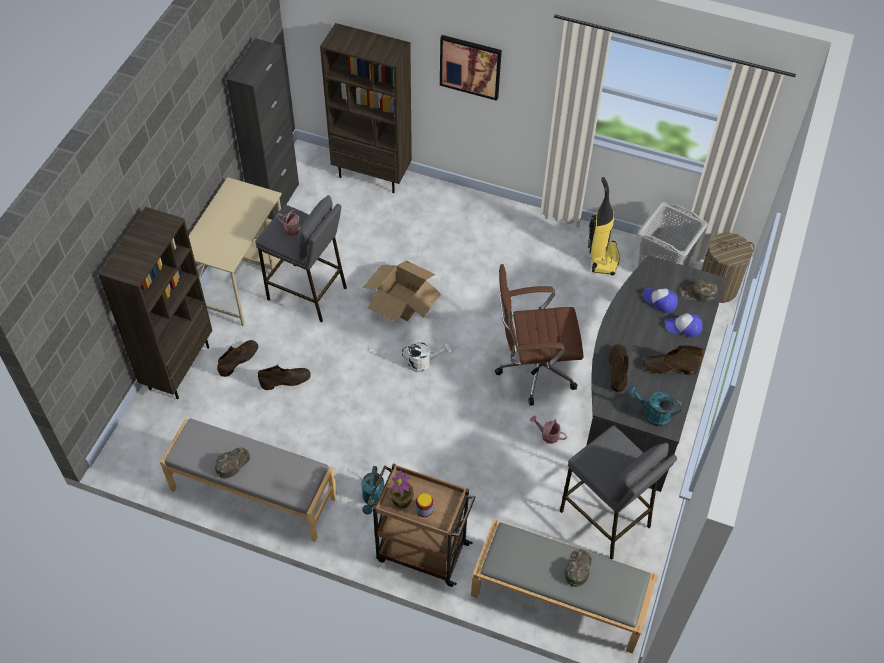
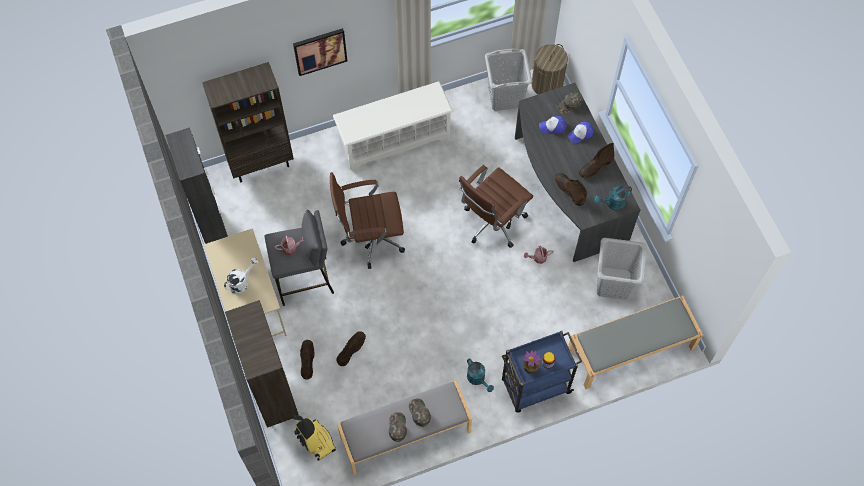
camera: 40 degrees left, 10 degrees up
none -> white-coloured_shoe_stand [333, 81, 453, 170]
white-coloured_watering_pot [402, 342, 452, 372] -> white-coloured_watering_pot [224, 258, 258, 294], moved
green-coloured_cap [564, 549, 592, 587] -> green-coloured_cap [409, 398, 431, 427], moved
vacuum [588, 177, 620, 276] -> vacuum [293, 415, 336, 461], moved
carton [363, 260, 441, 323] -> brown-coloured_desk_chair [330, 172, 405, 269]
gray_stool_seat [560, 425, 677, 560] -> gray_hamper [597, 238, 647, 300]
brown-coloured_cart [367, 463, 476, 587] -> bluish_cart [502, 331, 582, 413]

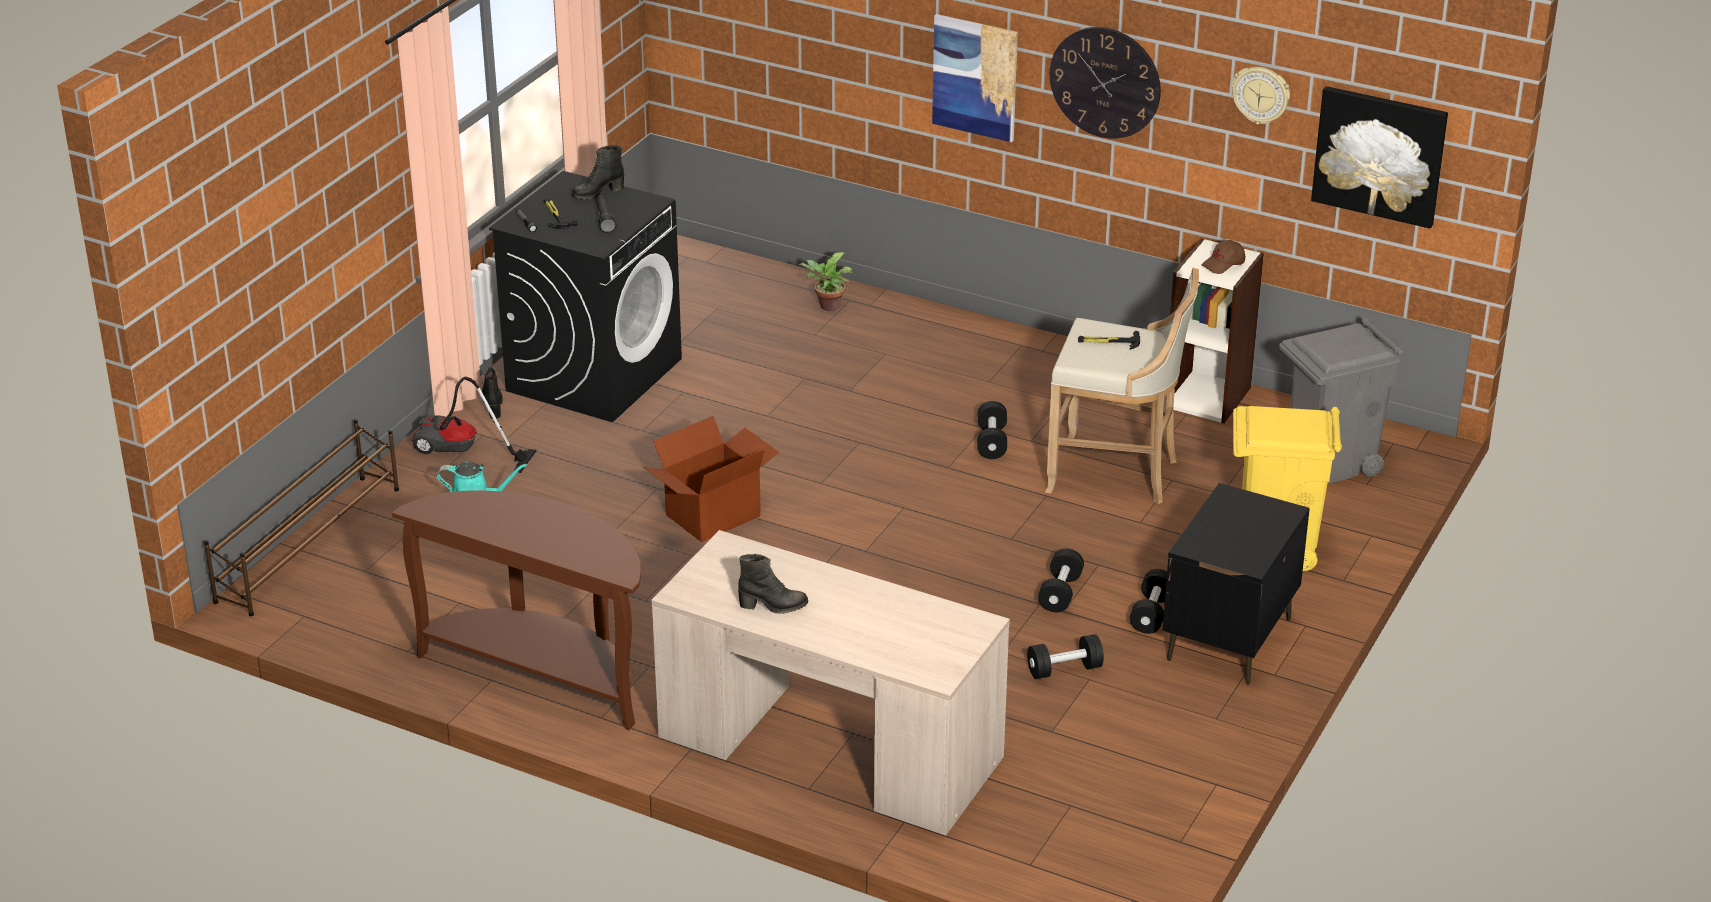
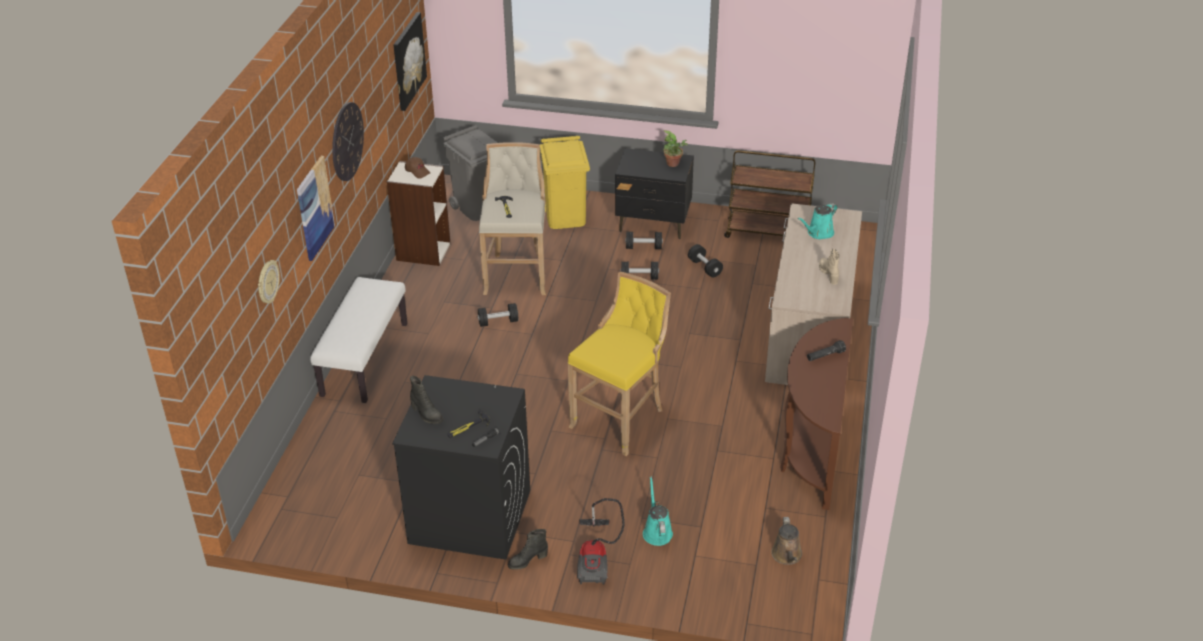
camera: 105 degrees left, 5 degrees up
brown-coloured_shoe_stand [204, 419, 399, 616] -> none
none -> white-coloured_indoor_bench [310, 277, 407, 403]
none -> brown-coloured_cart [724, 150, 815, 238]
none -> brown-coloured_watering_pot [771, 517, 802, 565]
none -> turquoise-coloured_watering_pot [797, 203, 837, 239]
blackish_flashlight [596, 195, 616, 233] -> blackish_flashlight [807, 340, 846, 361], moved
houseplant [799, 252, 853, 311] -> houseplant [662, 130, 688, 167], moved
hanging_clock [1232, 67, 1290, 124] -> hanging_clock [258, 260, 280, 304], moved
carton [644, 416, 779, 542] -> yellow_stool_seat [568, 272, 671, 456]
blackish_tall_boot [738, 554, 808, 614] -> sand-coloured_tall_boot [819, 249, 839, 285]

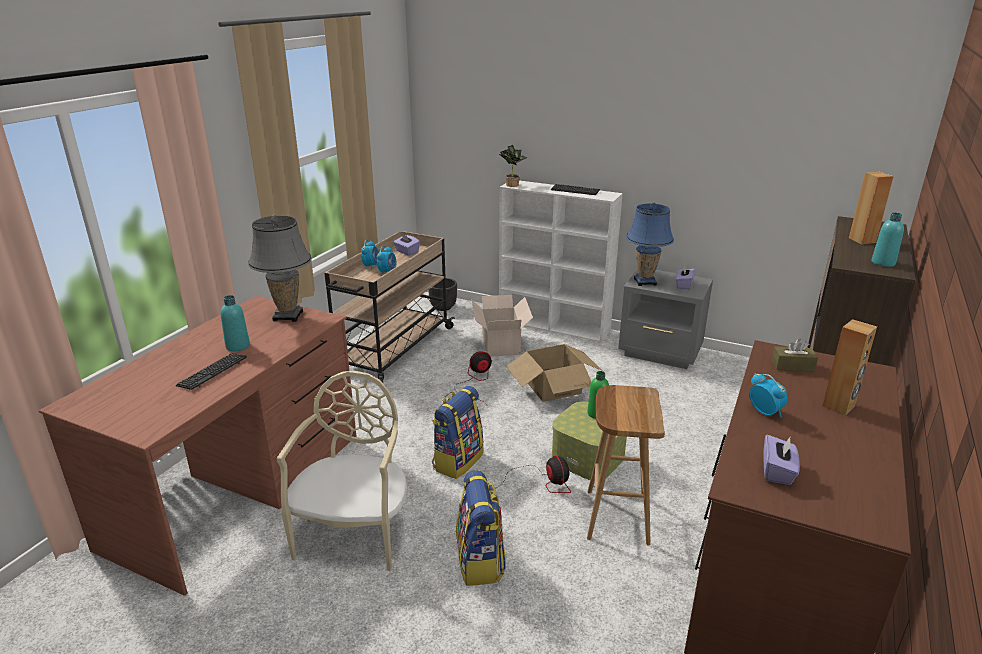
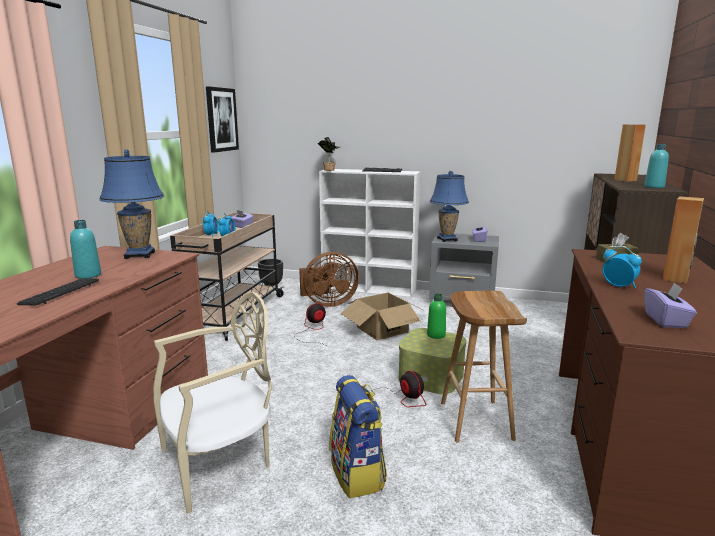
camera: 10 degrees left, 10 degrees down
knapsack [432, 386, 484, 479] -> none
none -> wall_picture [206, 87, 239, 153]
carton [471, 295, 533, 357] -> brown-coloured_electric_fan [299, 252, 359, 307]
gray_tabletop_lamp [248, 215, 312, 322] -> bluish_tabletop_lamp [99, 149, 164, 259]
sand-coloured_upright_chair [277, 371, 407, 571] -> sand-coloured_upright_chair [153, 292, 272, 514], 60 degrees clockwise

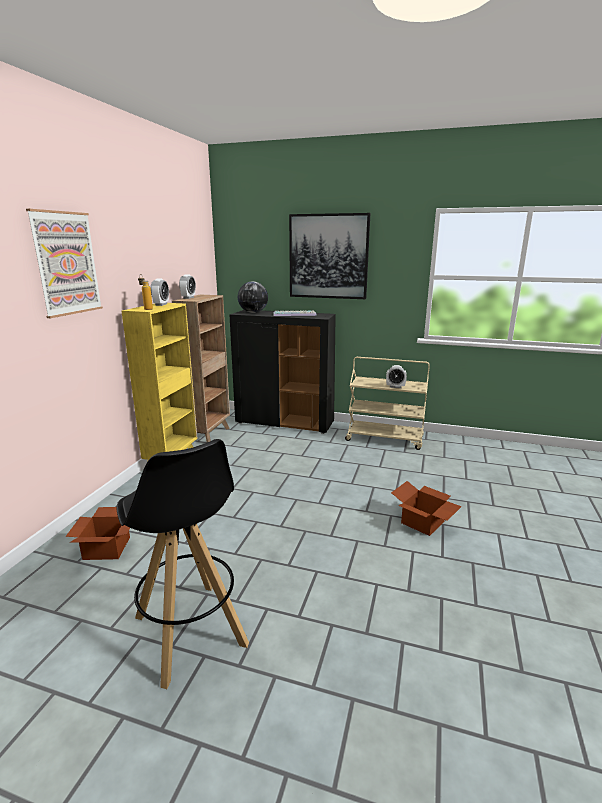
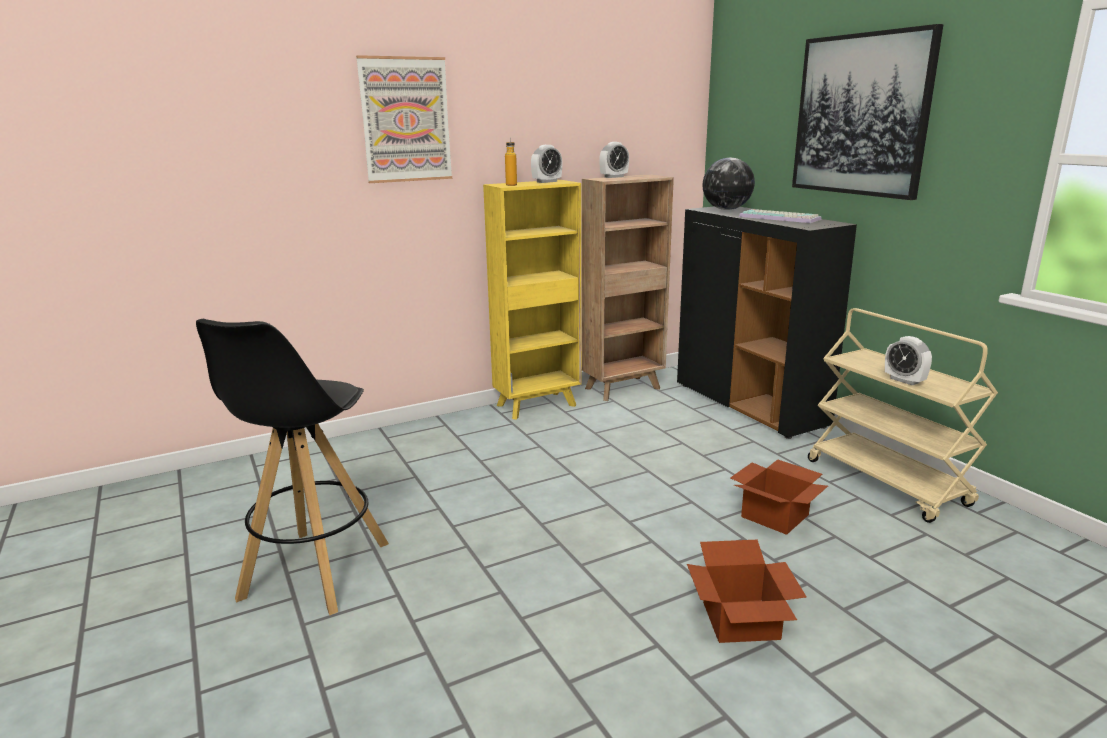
camera: 45 degrees right, 0 degrees up
carton [66, 507, 130, 560] -> carton [730, 459, 828, 535], moved

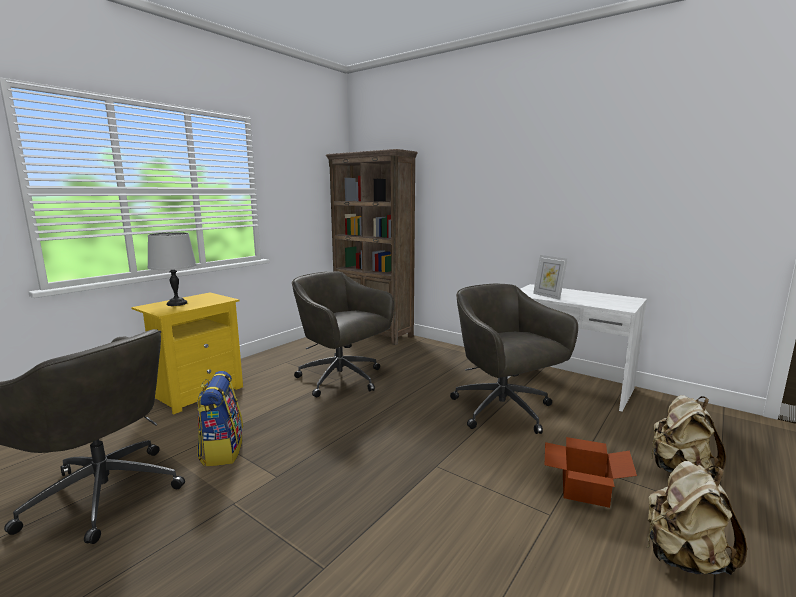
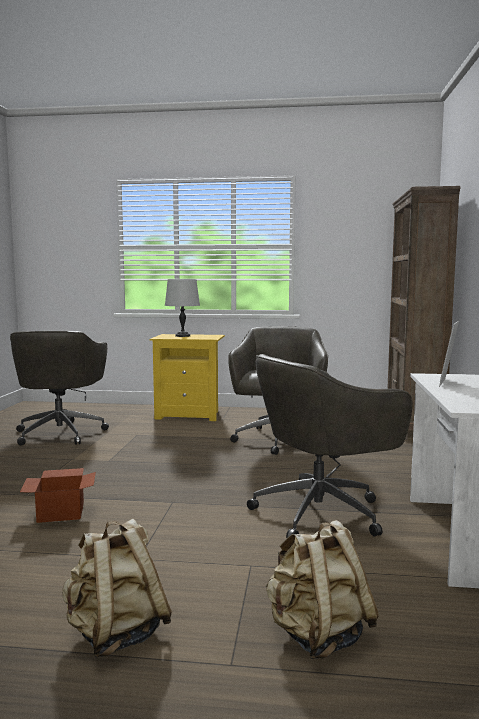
camera: 60 degrees right, 5 degrees down
knapsack [197, 371, 243, 466] -> none
carton [545, 437, 637, 508] -> carton [20, 468, 96, 523], moved
gray_desk_chair [450, 284, 578, 434] -> gray_desk_chair [247, 354, 412, 538], 150 degrees counterclockwise

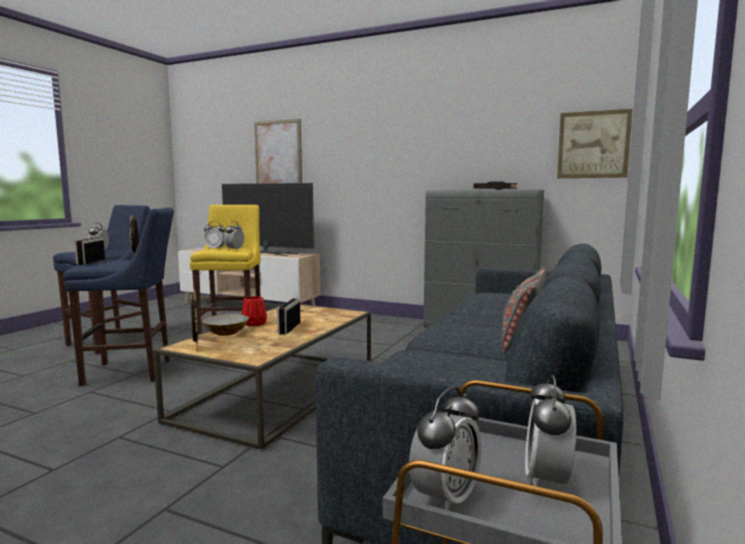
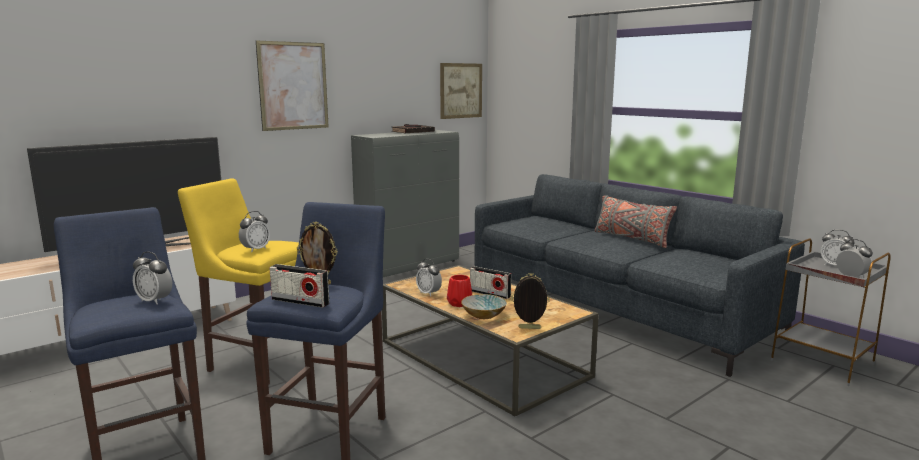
camera: 65 degrees left, 5 degrees up
bedside_clock [225, 222, 244, 250] -> bedside_clock [416, 259, 442, 296], moved
wall_picture [254, 119, 302, 183] -> wall_picture [256, 40, 329, 131], moved

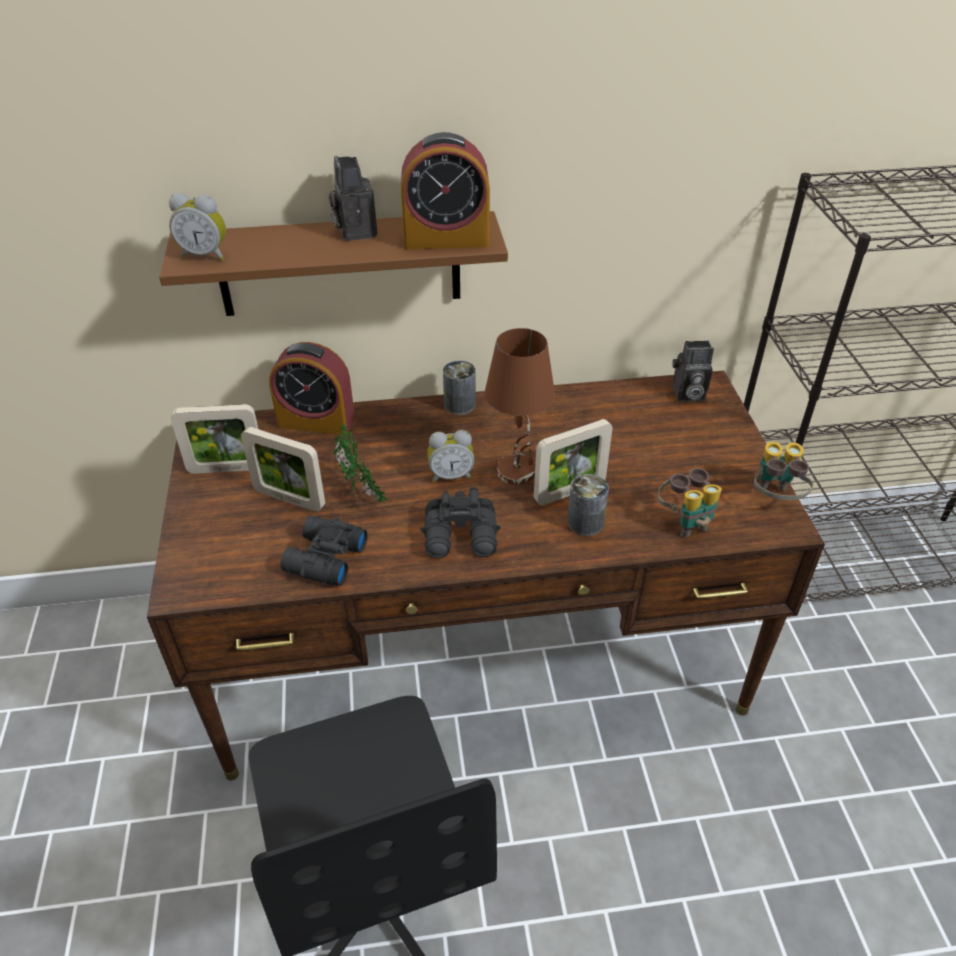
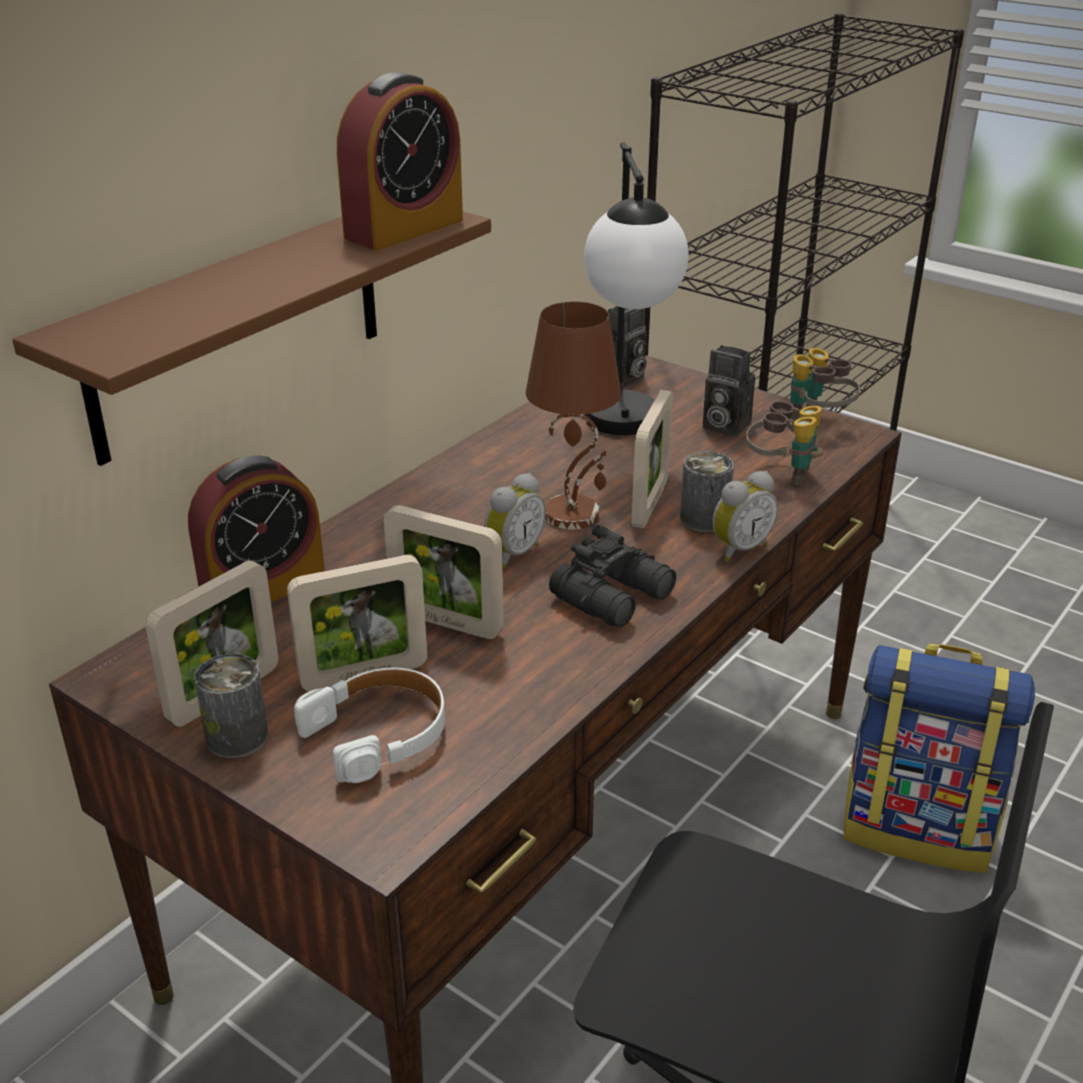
camera: 45 degrees left, 10 degrees down
blackish_binoculars [280, 516, 368, 586] -> none
none -> white-coloured_headphones [294, 668, 445, 783]
none -> tabletop_lamp [584, 142, 689, 435]
none -> knapsack [843, 644, 1035, 873]
bedside_clock [169, 193, 226, 261] -> bedside_clock [712, 471, 778, 562], moved
still_camera [329, 155, 377, 241] -> still_camera [703, 345, 755, 437], moved
sealed_can [443, 361, 476, 415] -> sealed_can [194, 654, 269, 758], moved
houseplant [334, 423, 389, 505] -> standing_frame [384, 505, 503, 639]

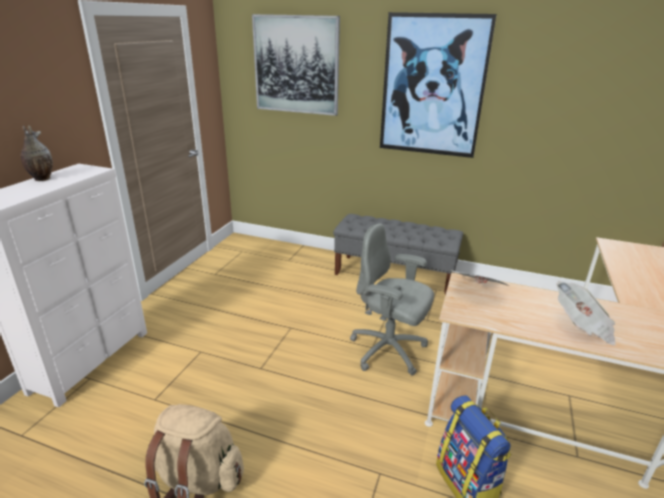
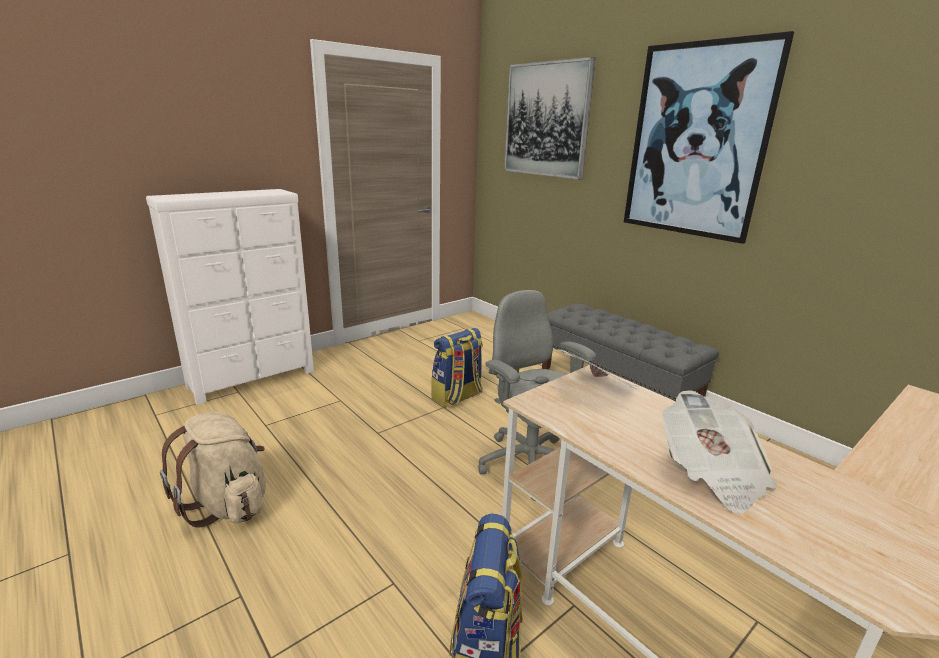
camera: 30 degrees right, 5 degrees down
flower_vase [21, 125, 53, 181] -> none
none -> knapsack [431, 328, 483, 407]

